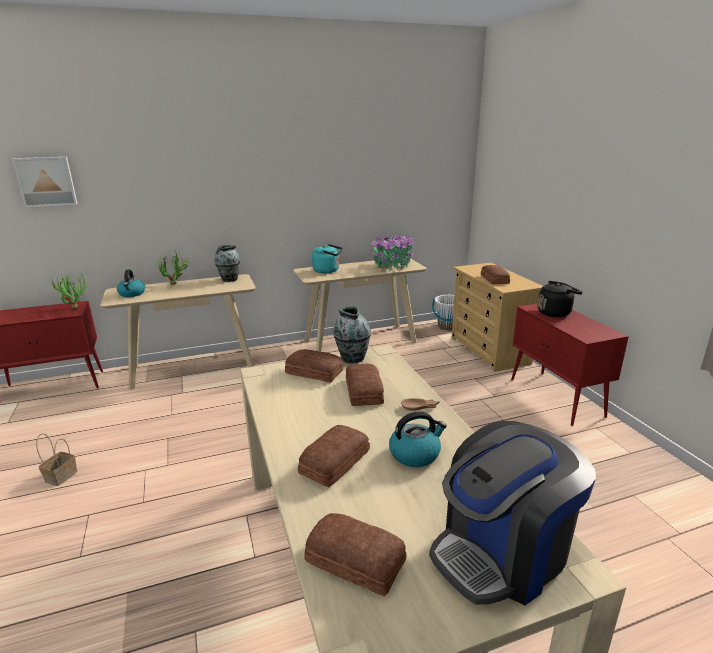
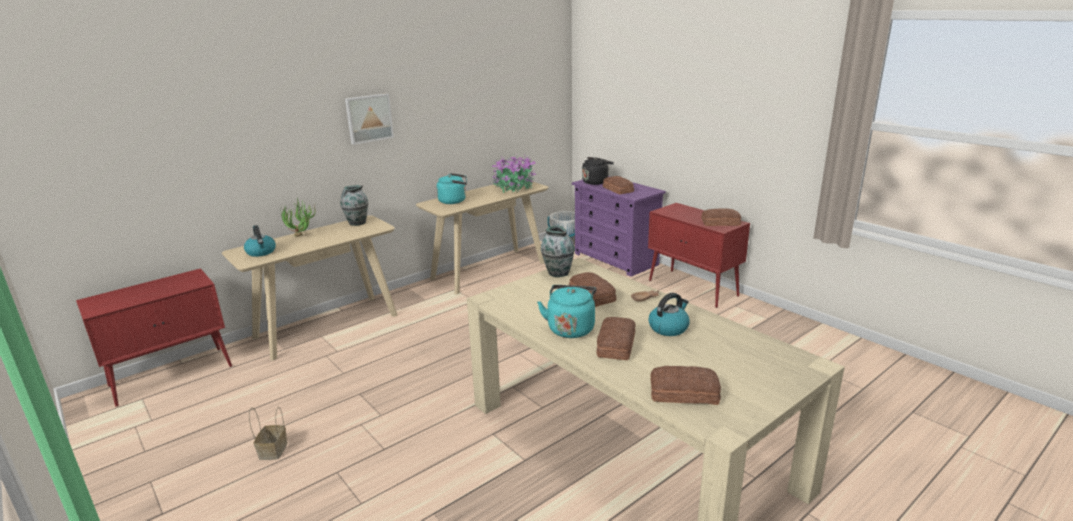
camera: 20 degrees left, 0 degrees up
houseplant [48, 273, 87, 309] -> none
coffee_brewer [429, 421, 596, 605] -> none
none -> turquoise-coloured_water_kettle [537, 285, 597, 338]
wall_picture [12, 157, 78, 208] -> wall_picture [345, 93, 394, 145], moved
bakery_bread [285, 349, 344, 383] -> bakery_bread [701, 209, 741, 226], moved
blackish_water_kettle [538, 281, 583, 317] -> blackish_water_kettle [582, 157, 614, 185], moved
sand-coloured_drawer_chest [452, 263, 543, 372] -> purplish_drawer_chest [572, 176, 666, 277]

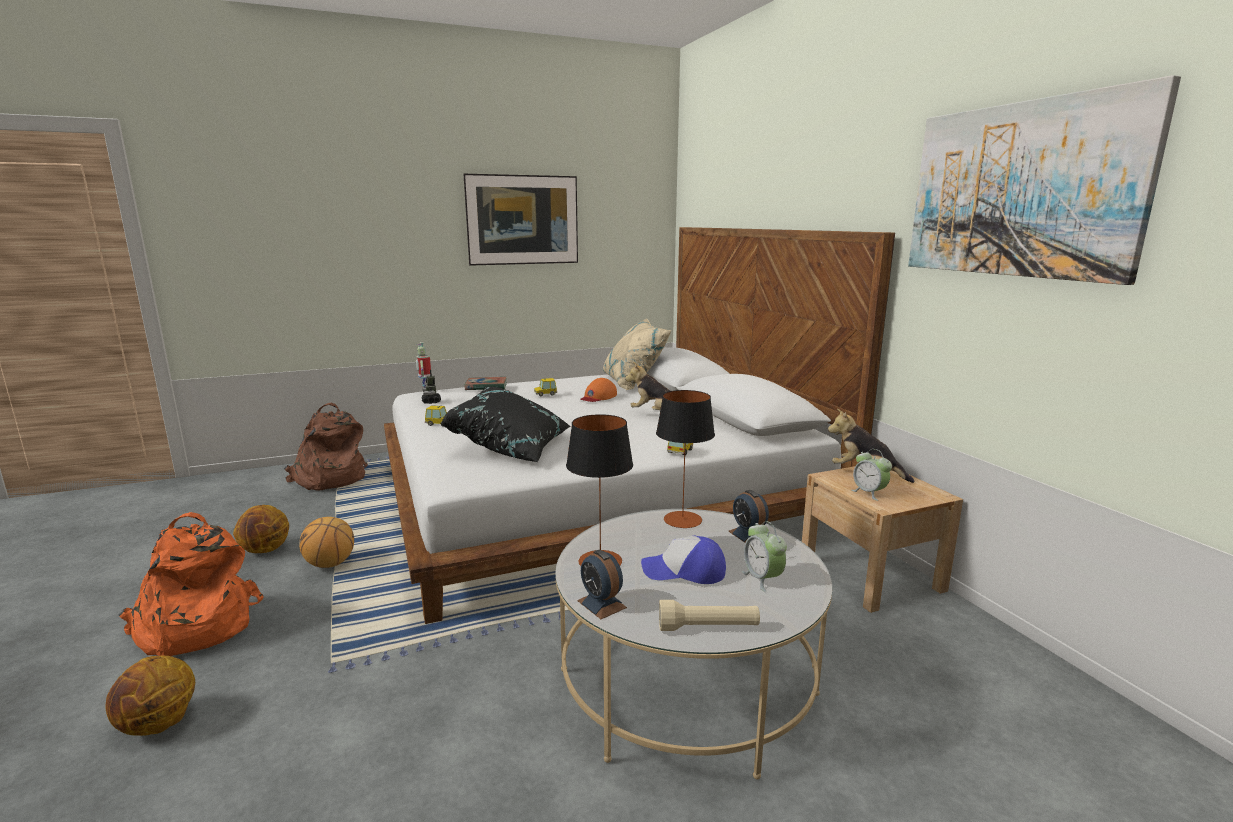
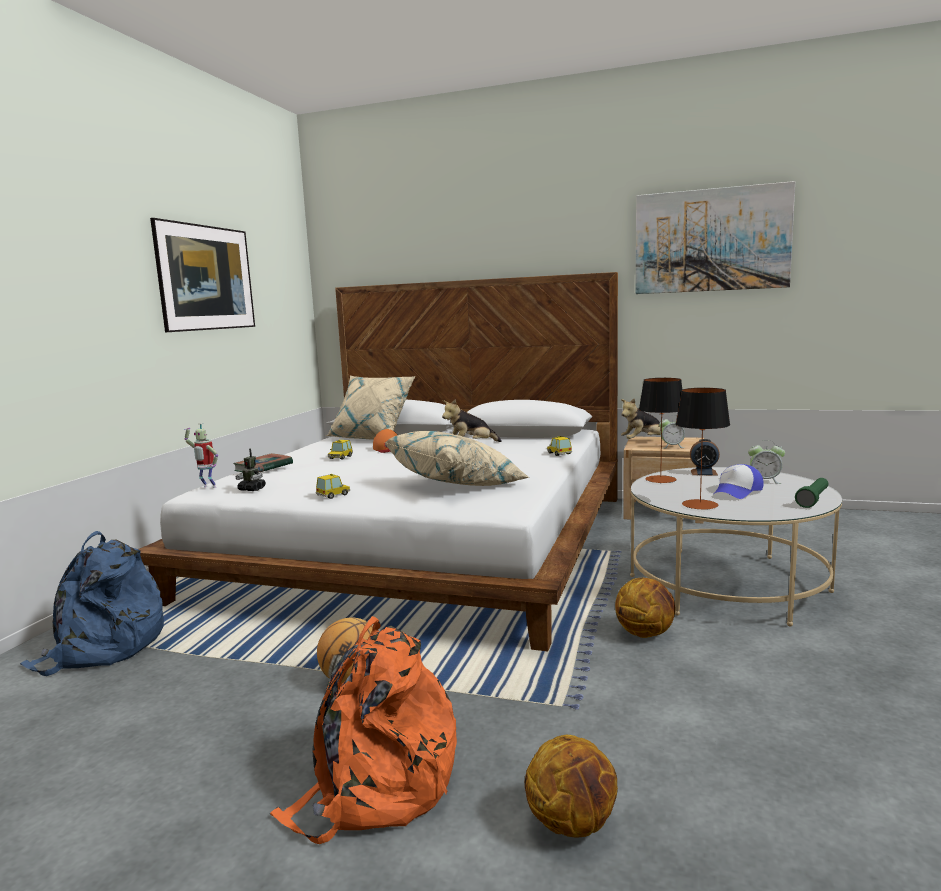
camera: 50 degrees left, 5 degrees down
bedside_clock [577, 550, 627, 619] -> none
ball_for_basketball [233, 505, 289, 553] -> ball_for_basketball [615, 578, 675, 638], moved
brown-coloured_knapsack [284, 403, 368, 491] -> bluish_knapsack [20, 531, 164, 676]
blackish_throw_pillow [441, 387, 571, 462] -> sand-coloured_throw_pillow [385, 431, 530, 486]
sand-coloured_flashlight [659, 600, 760, 631] -> green-coloured_flashlight [795, 478, 829, 508]

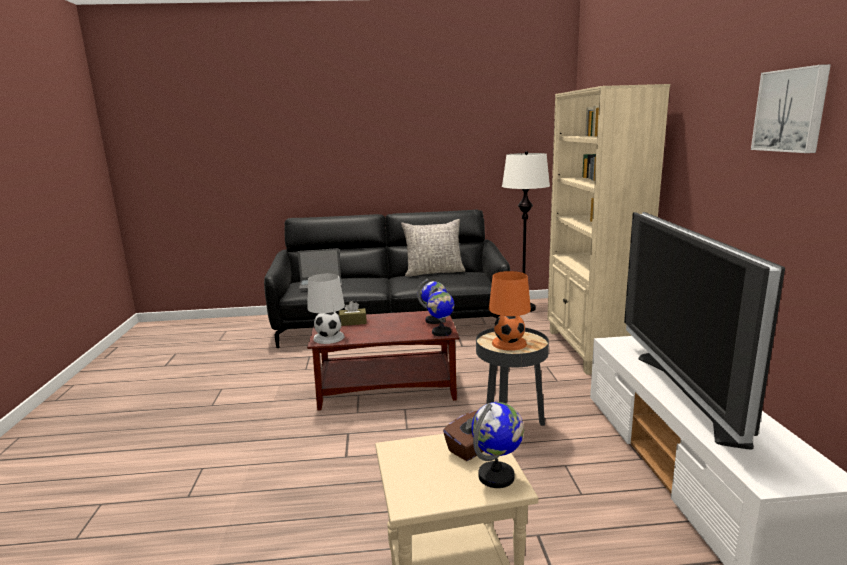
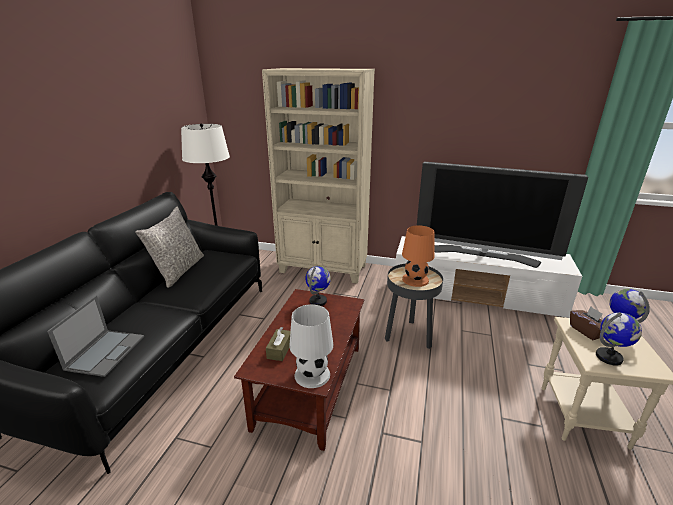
camera: 70 degrees left, 10 degrees up
wall_picture [751, 64, 831, 153] -> none
desk_globe [427, 287, 455, 336] -> desk_globe [596, 312, 642, 366], moved

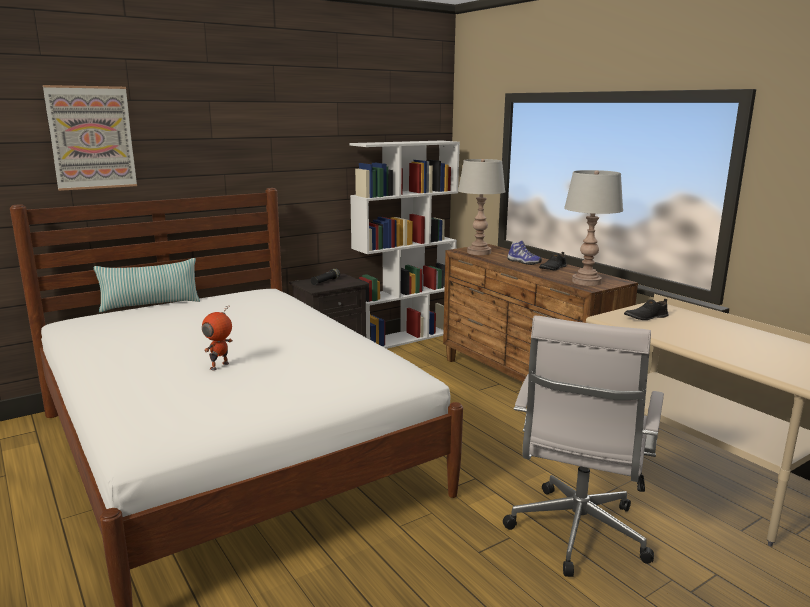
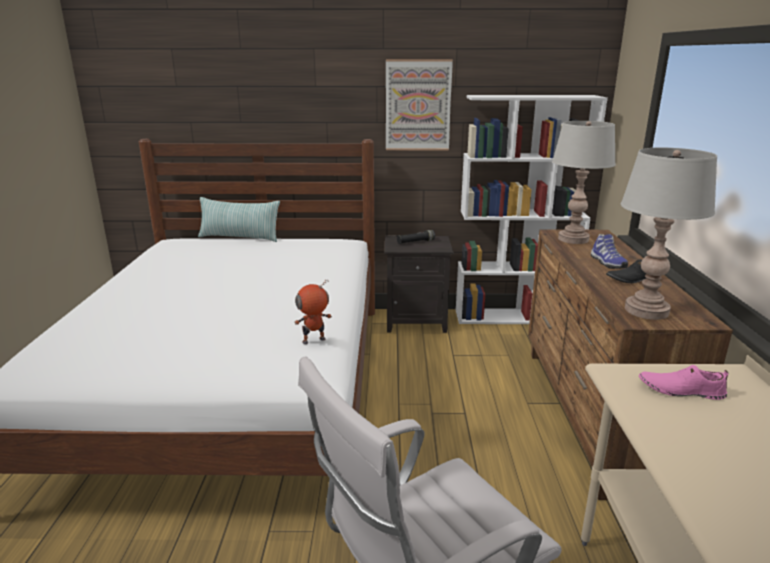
camera: 35 degrees right, 5 degrees up
wall_picture [43, 85, 137, 191] -> wall_picture [386, 59, 453, 150], moved
model_robot [202, 306, 233, 370] -> model_robot [294, 280, 332, 344], moved
blackish_low_shoe [624, 299, 668, 320] -> pink_low_shoe [639, 365, 728, 400]

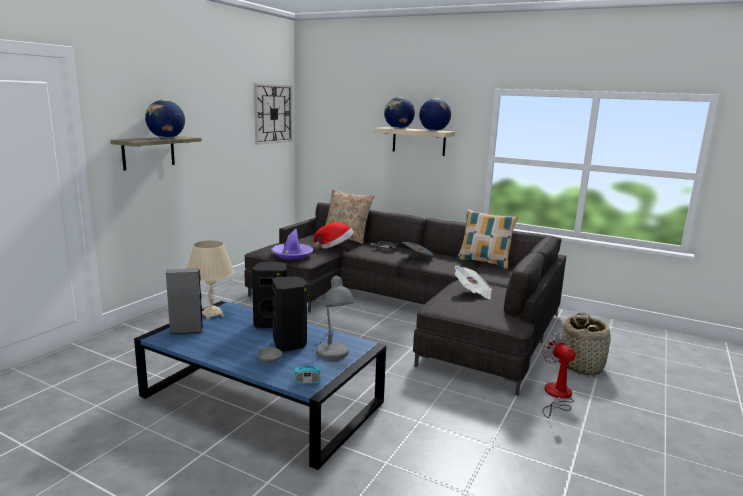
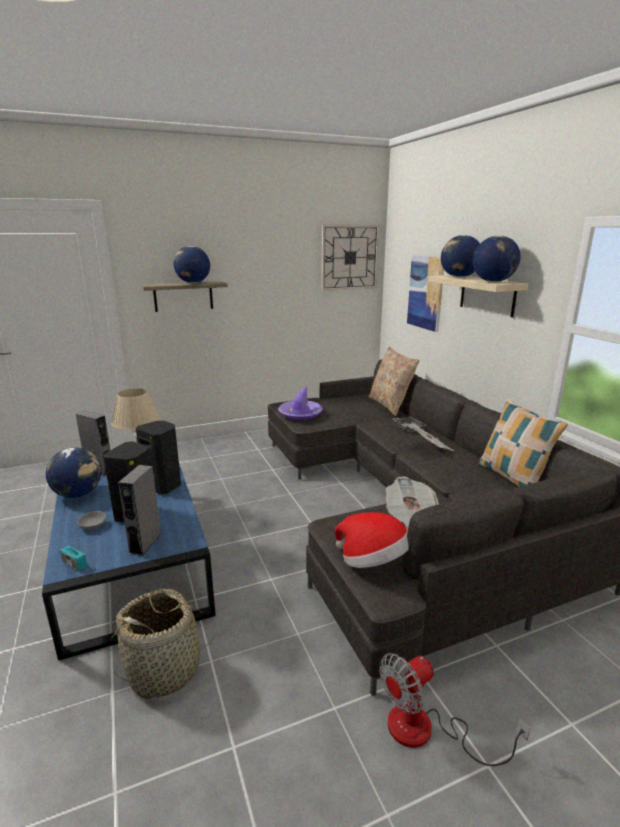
camera: 40 degrees right, 5 degrees up
none -> desk_globe [46, 447, 101, 498]
none -> wall_picture [407, 255, 444, 332]
wearable_hat [314, 222, 354, 249] -> wearable_hat [335, 512, 409, 568], moved
basket [558, 313, 610, 375] -> basket [111, 589, 216, 699], moved
gray_tabletop_lamp [313, 273, 354, 360] -> gray_audio_speaker [118, 465, 162, 556]
electric_fan [542, 333, 576, 418] -> electric_fan [379, 653, 530, 766], 135 degrees counterclockwise

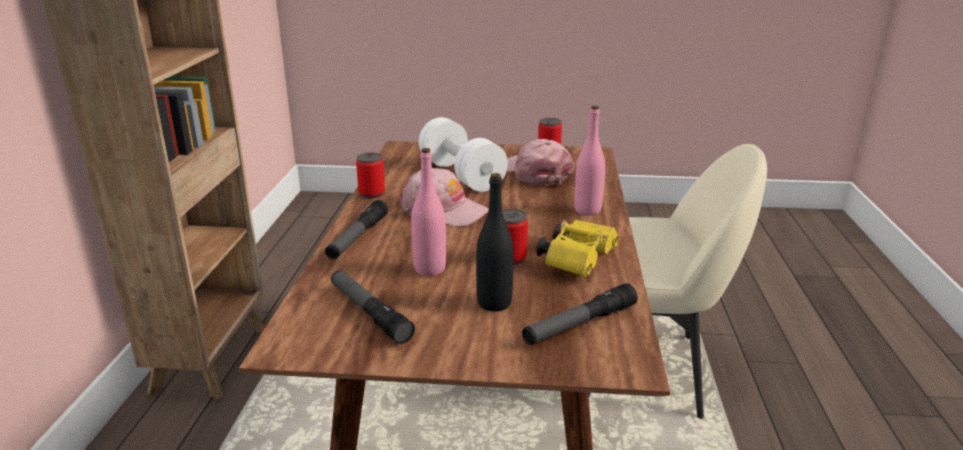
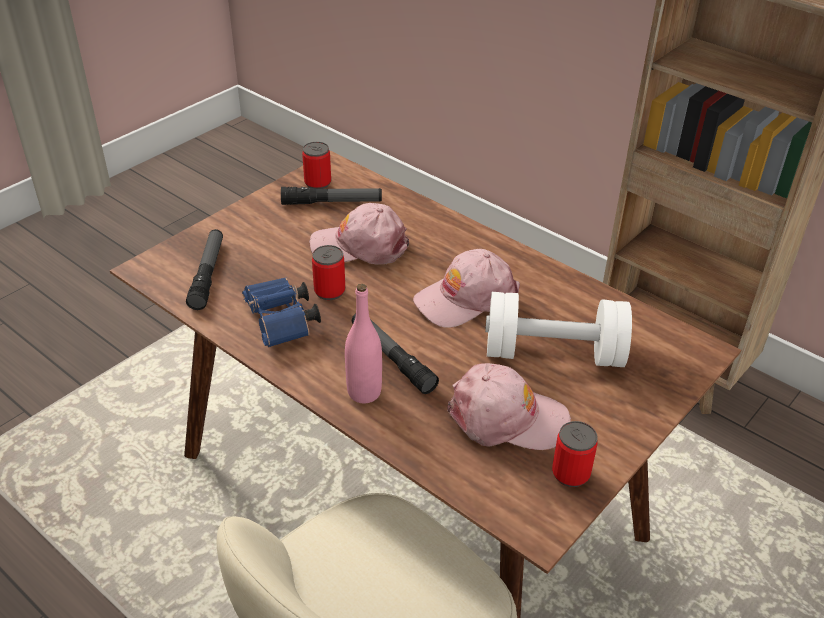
camera: 125 degrees right, 15 degrees up
blackish_beverage_bottle [476, 173, 514, 311] -> none
flashlight [325, 200, 388, 259] -> flashlight [352, 313, 439, 394], moved
sealed_can [356, 153, 385, 198] -> sealed_can [302, 142, 331, 189], moved
pink_beverage_bottle [411, 148, 446, 276] -> pink_cap [309, 203, 409, 265]
yellow_binoculars [536, 220, 619, 277] -> bluish_binoculars [242, 277, 321, 348]

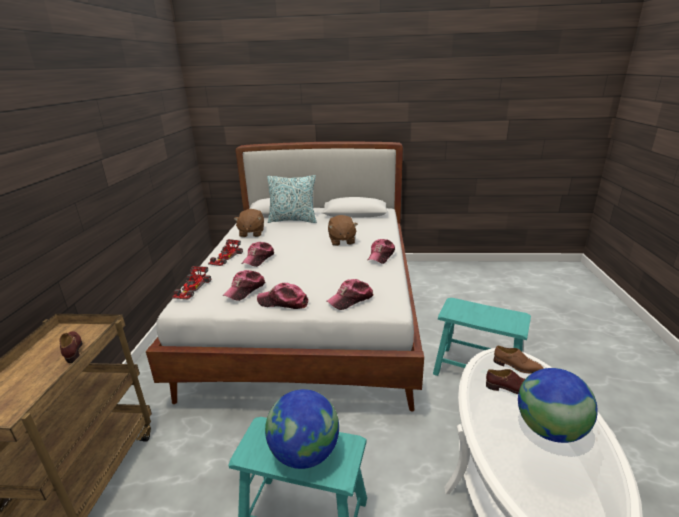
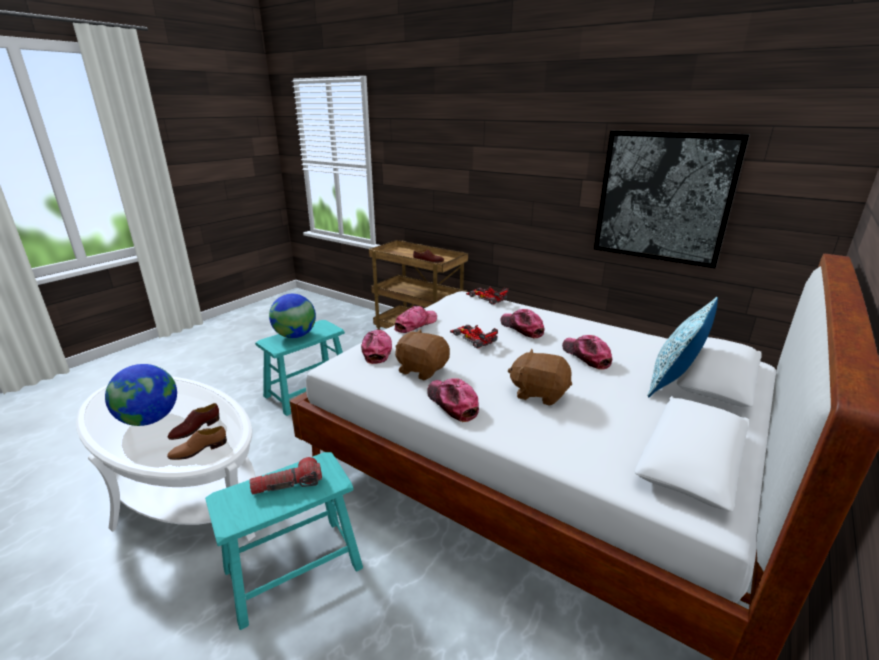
camera: 120 degrees right, 0 degrees up
none -> flashlight [250, 457, 322, 495]
none -> wall_picture [594, 130, 750, 268]
toy_car [208, 239, 243, 266] -> toy_car [450, 325, 498, 348], moved
cap [222, 270, 265, 301] -> cap [562, 335, 612, 370], moved
brown-coloured_plush_toy [234, 209, 264, 237] -> brown-coloured_plush_toy [395, 329, 450, 380], moved

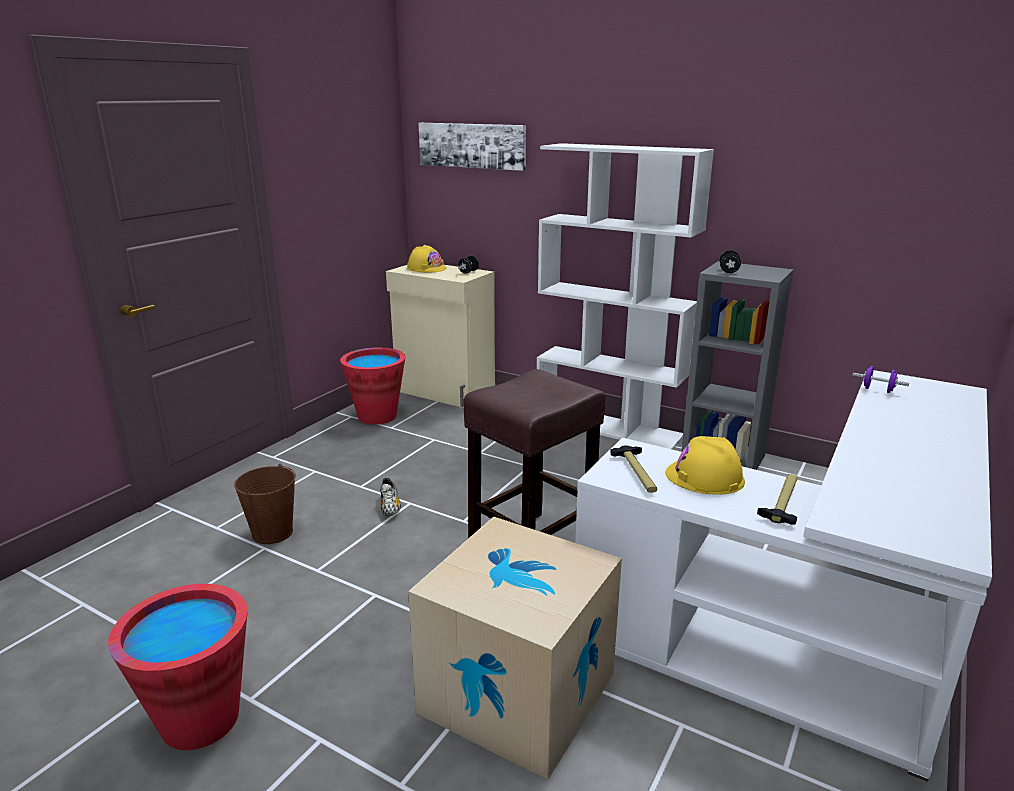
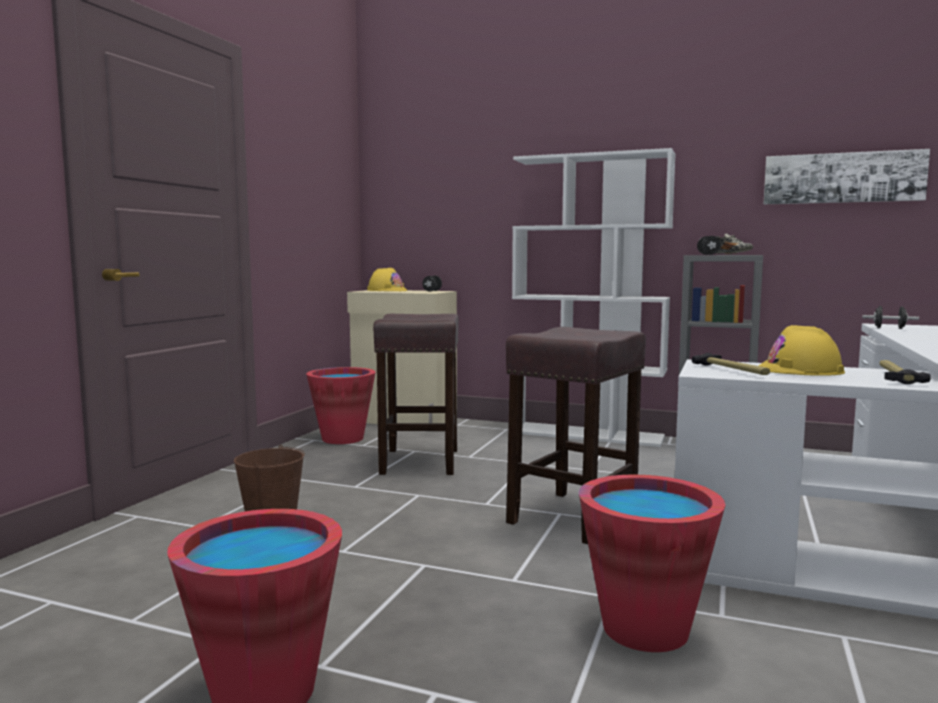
camera: 10 degrees left, 15 degrees down
none -> brown-coloured_stool_seat [373, 314, 459, 475]
low_shoe [380, 478, 401, 516] -> low_shoe [716, 233, 753, 255], moved
wall_picture [419, 123, 526, 171] -> wall_picture [764, 149, 930, 204], moved
carton [408, 516, 622, 780] -> red_pail [579, 474, 725, 652]
purplish_hand_weight [853, 366, 909, 393] -> blackish_hand_weight [862, 306, 919, 329]

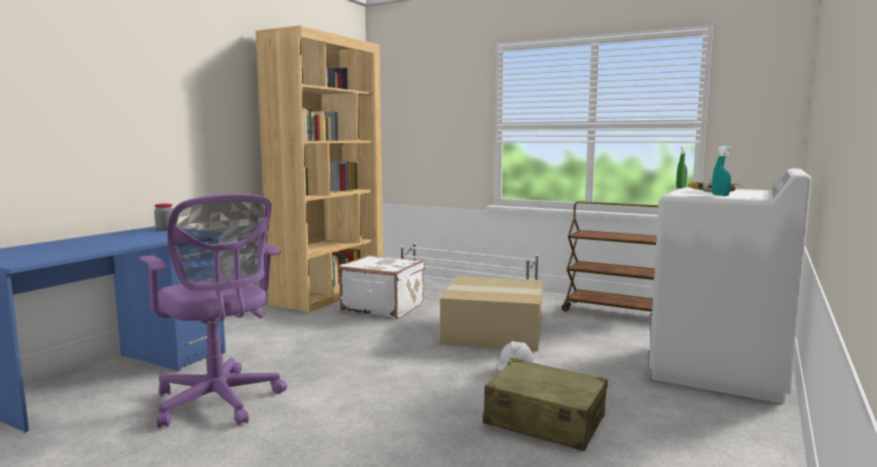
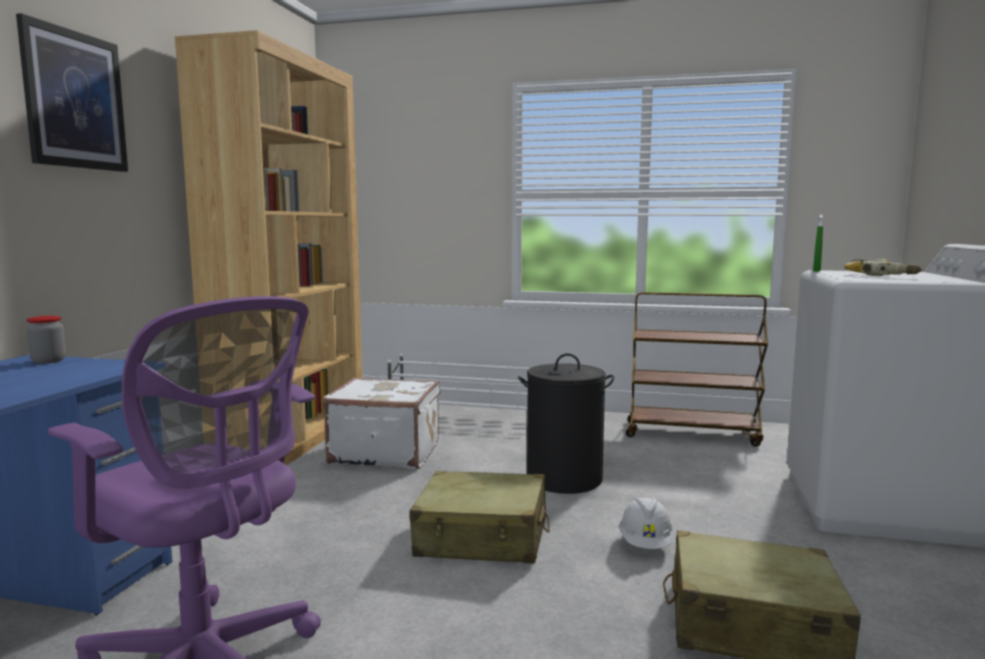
camera: 15 degrees left, 0 degrees up
turquoise-coloured_sprayer [712, 146, 731, 196] -> none
none -> wall_picture [16, 13, 128, 172]
none -> sand-coloured_piece_of_luggage [409, 471, 550, 564]
carton [440, 276, 543, 352] -> blackish_hamper [518, 353, 614, 494]

